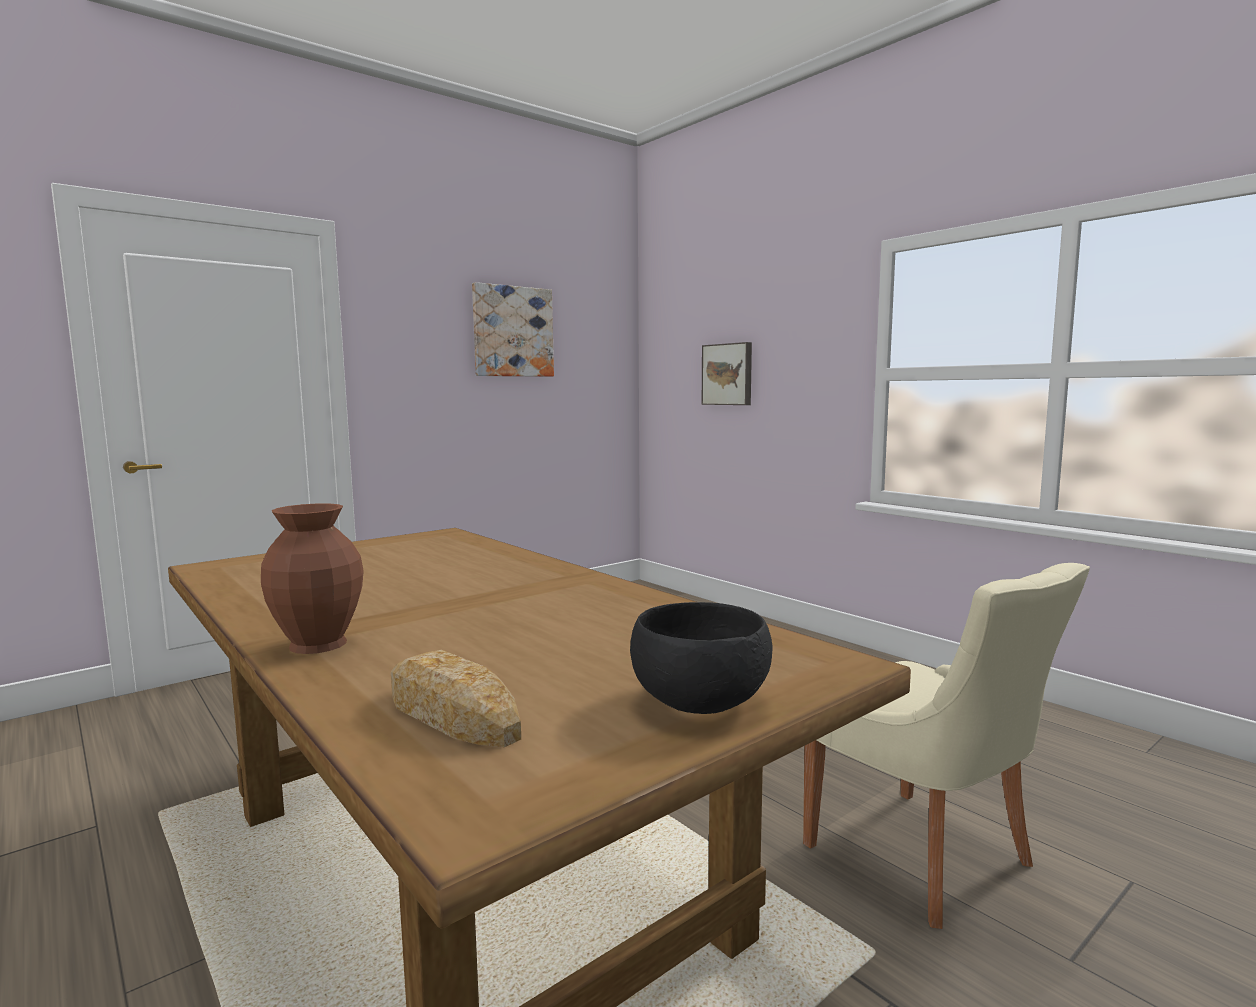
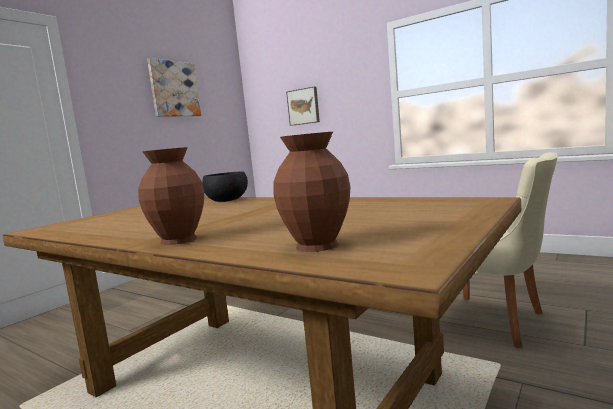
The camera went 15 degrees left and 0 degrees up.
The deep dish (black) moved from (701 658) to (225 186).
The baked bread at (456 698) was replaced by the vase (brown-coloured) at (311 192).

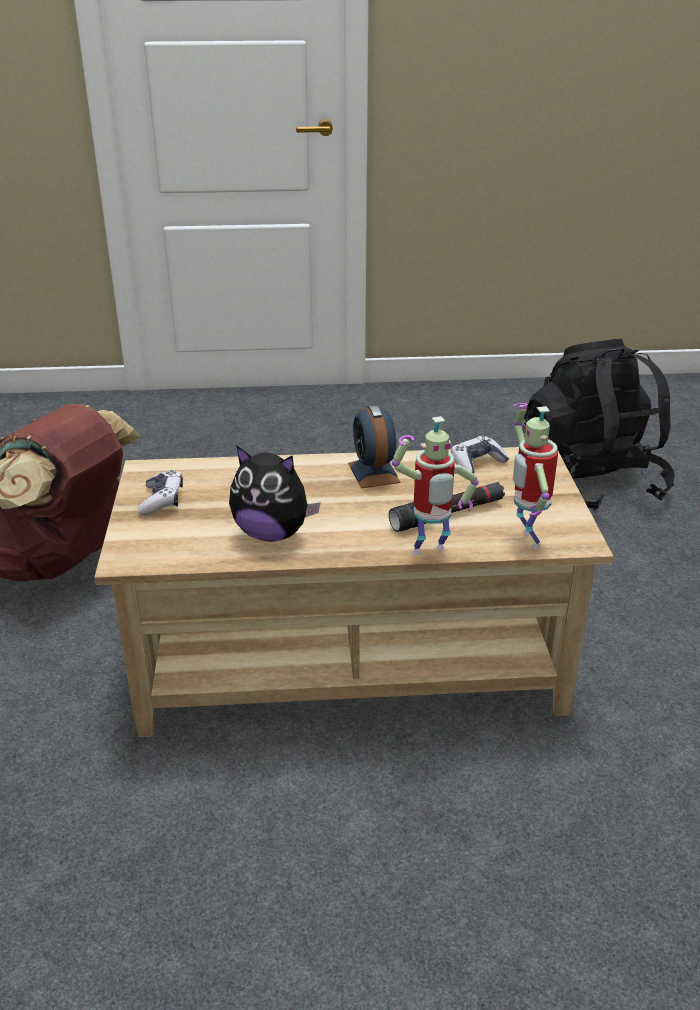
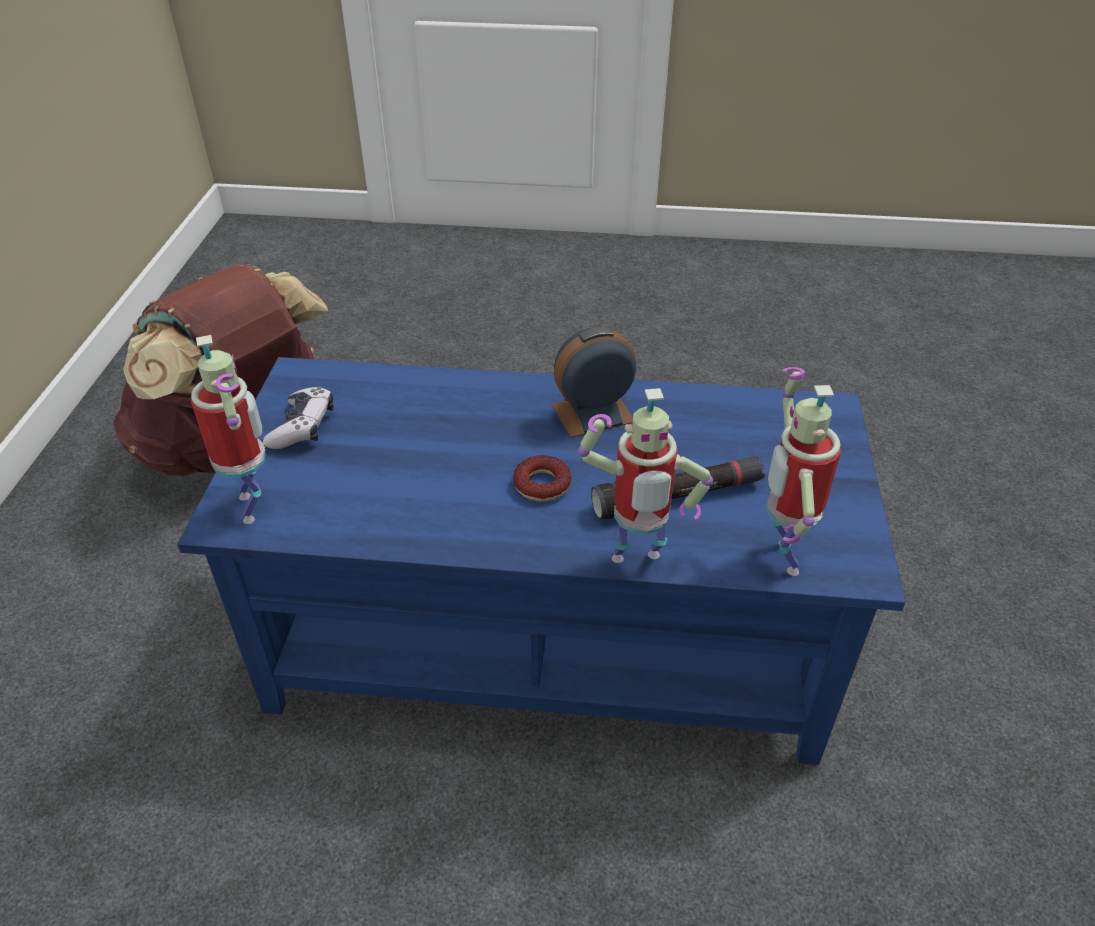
The camera went 10 degrees right and 10 degrees up.
The coffee table (beige) at (353 592) became the coffee table (bluish) at (541 561).
The model robot at (228 429) appeared.
The doughnut at (542 478) appeared.
The bedside clock at (374 446) turned 75 degrees clockwise.
The soft toy at (275 493) disappeared.
The game controller at (480 454) disappeared.
The knapsack (black) at (599 425) disappeared.

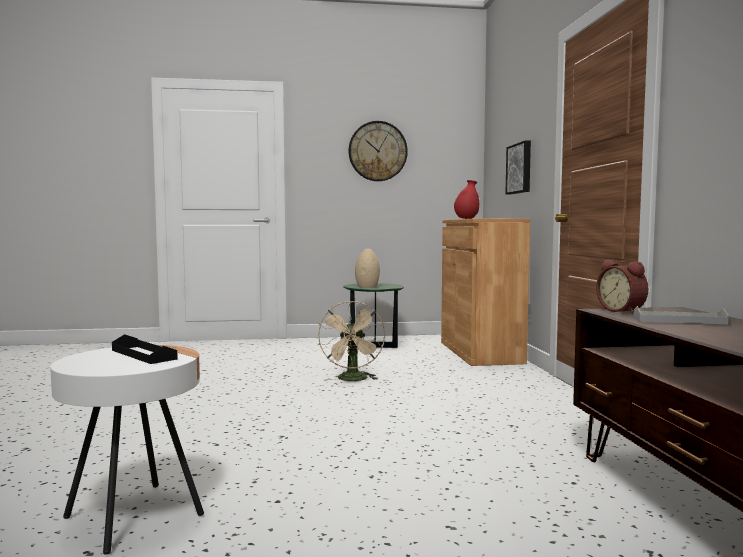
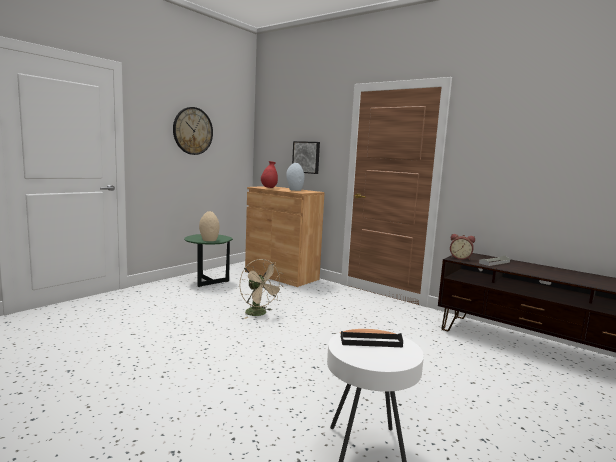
The camera went 45 degrees left and 5 degrees up.
The vase (greyish) at (295 177) appeared.

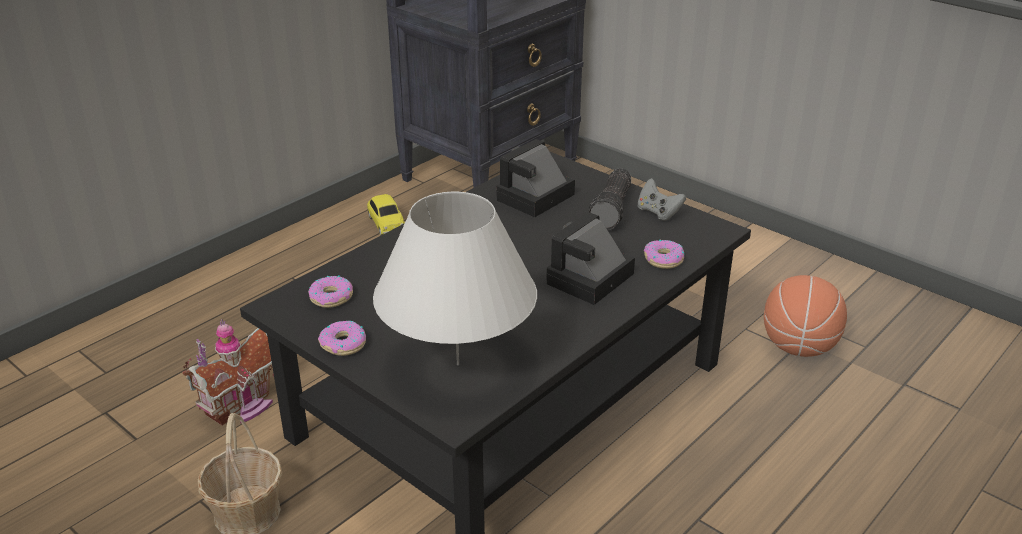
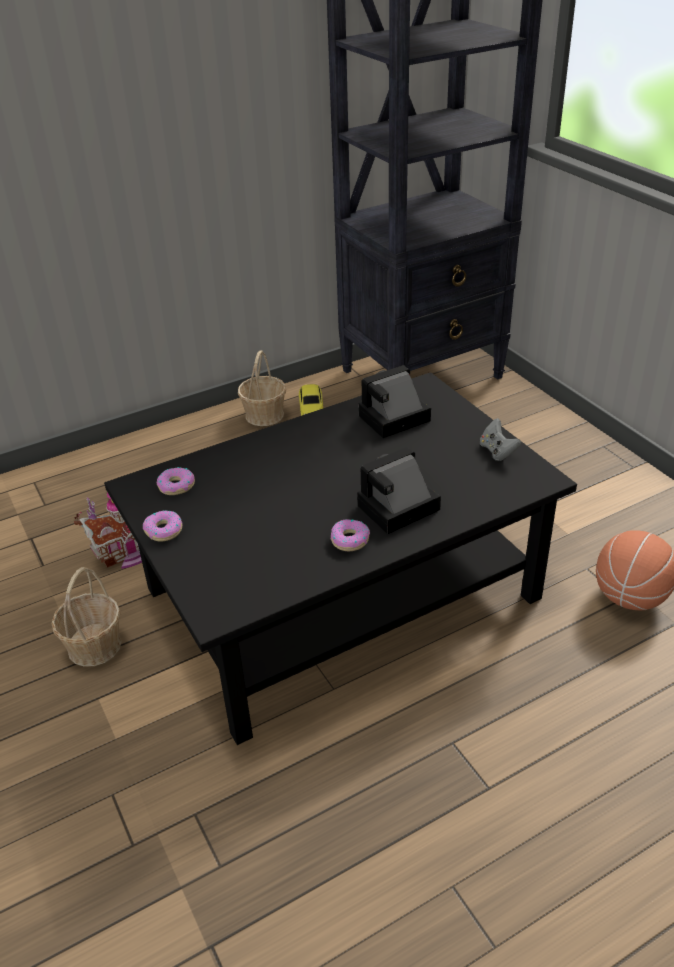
The camera went 20 degrees right and 5 degrees up.
The household basket at (262 388) appeared.
The doughnut moved from (664 254) to (350 535).
The lamp for a table (white-coloured) at (455 278) disappeared.
The torch at (610 199) disappeared.

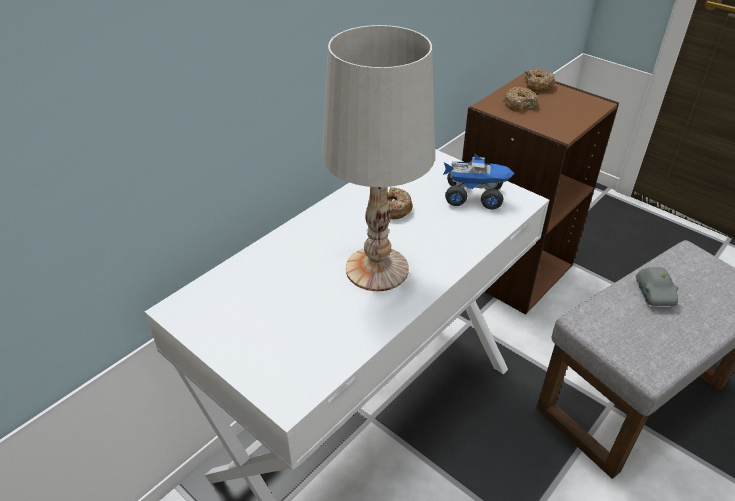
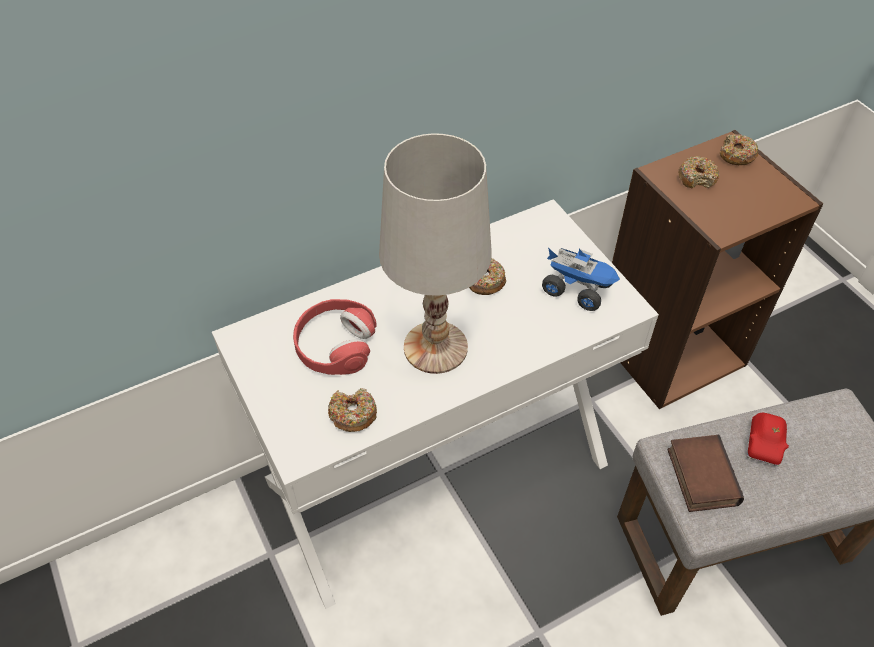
The camera went 20 degrees right and 10 degrees up.
The headset (reddish) at (335 337) appeared.
The doughnut at (352 410) appeared.
The volume at (705 473) appeared.
The model car (greyish) at (657 287) became the model car (reddish) at (768 439).

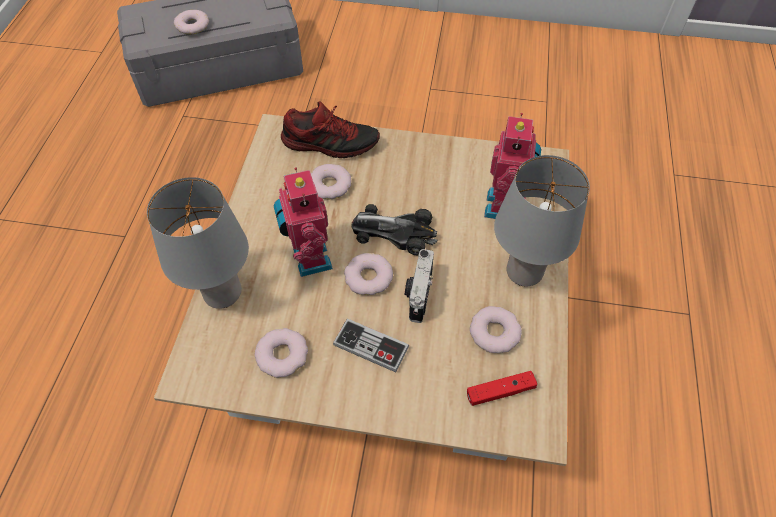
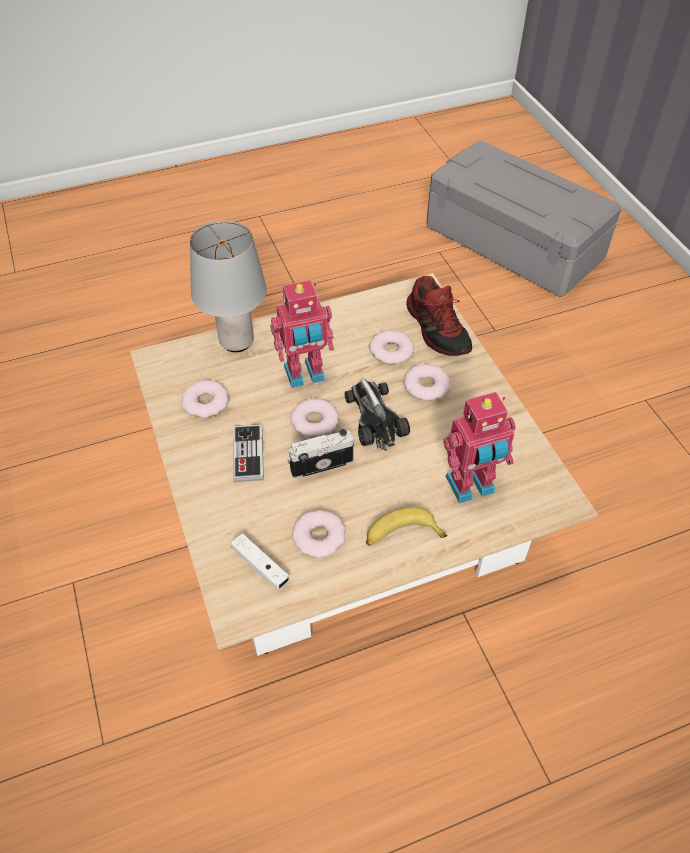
The camera went 60 degrees right and 5 degrees down.
The game controller (reddish) at (502 388) became the game controller (white-coloured) at (260 561).
The model robot at (303 222) turned 150 degrees counterclockwise.
The lamp for a table (greyish) at (542 220) was replaced by the whole banana at (406 526).
The doughnut moved from (191 22) to (427 382).

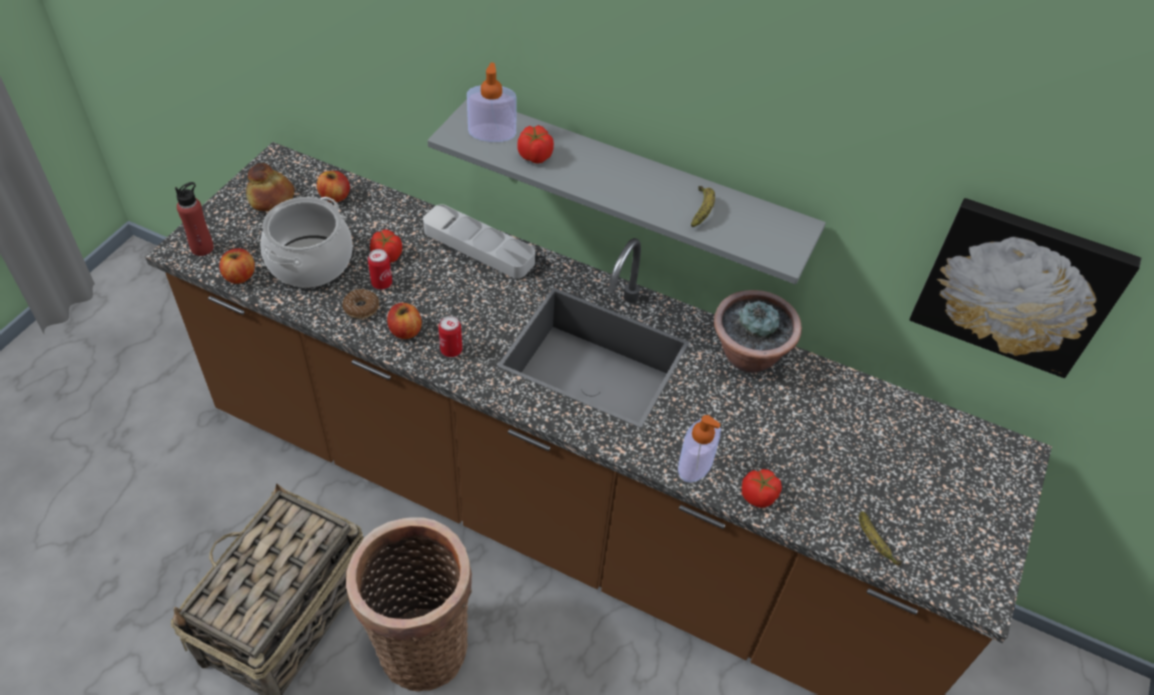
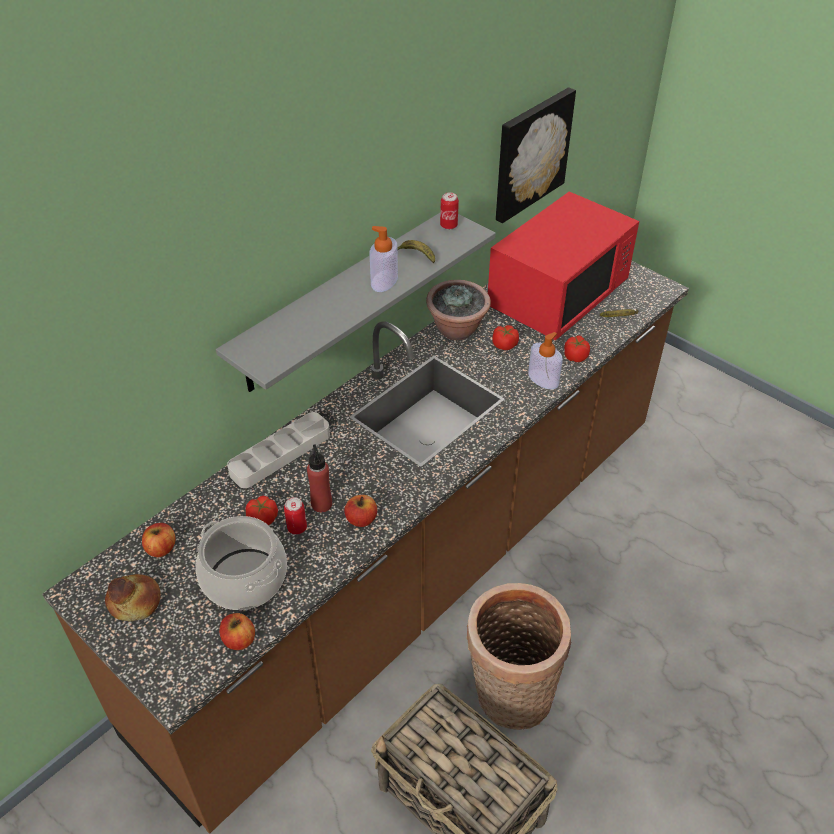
The camera went 70 degrees left and 5 degrees down.
The drink bottle (reddish) moved from (194 219) to (319 478).
The soap bottle moved from (492 102) to (384 259).
The can moved from (450 336) to (449 211).
The microwave oven (reddish) at (563 266) appeared.
The fresh tomato moved from (536 144) to (506 337).
The doughnut at (361 304) disappeared.

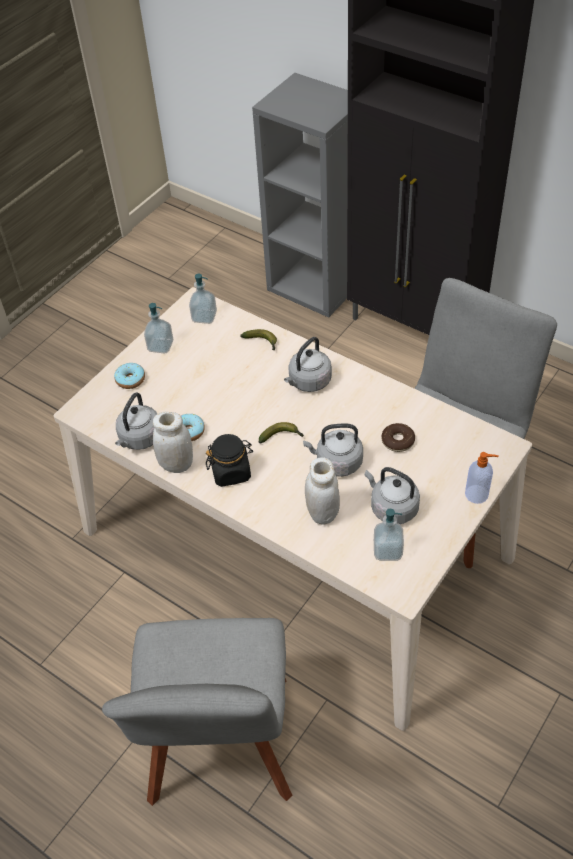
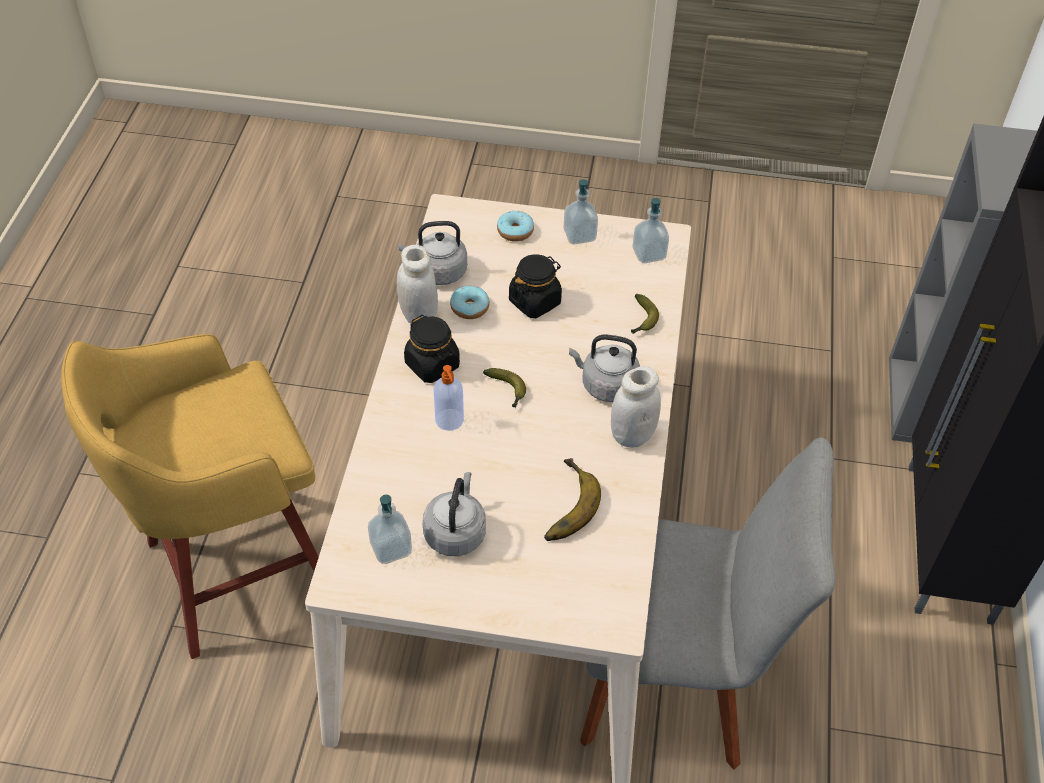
The camera went 60 degrees right and 0 degrees up.
The chair (greyish) at (197 712) was replaced by the stool (yellow-coloured) at (190 496).
The soap bottle moved from (482 478) to (449 398).
The storage jar (black) at (535 286) appeared.
The doughnut at (398 437) was replaced by the whole banana at (572 499).
The storage jar (white-coloured) moved from (322 491) to (636 406).
The water kettle (greyish) at (333 450) disappeared.

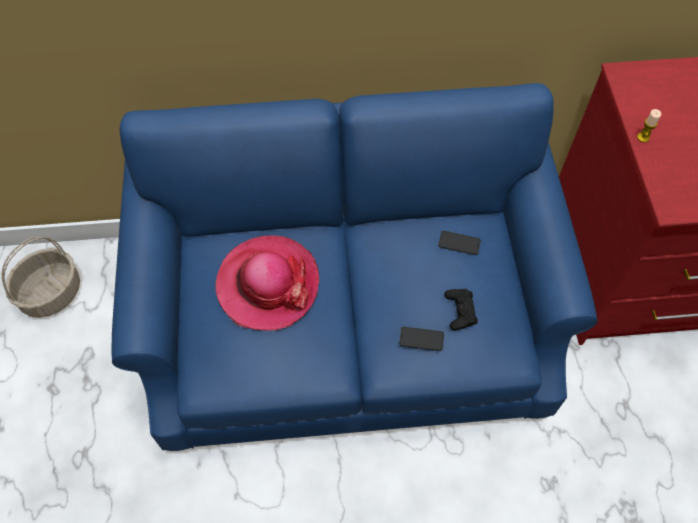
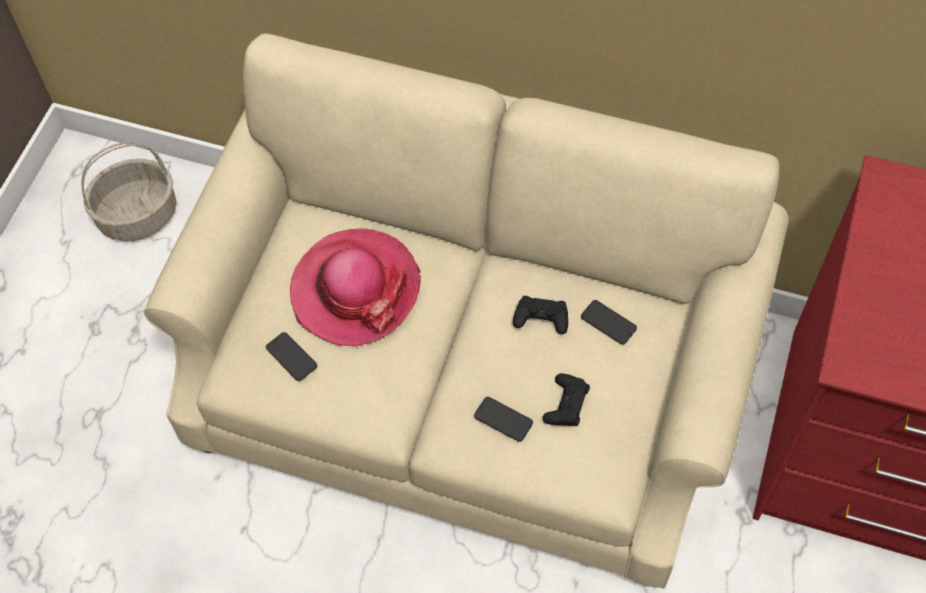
The camera went 25 degrees right and 0 degrees up.
The couch (bluish) at (355 267) became the couch (beige) at (466 311).
The telephone at (291 356) appeared.
The game controller (black) at (540 315) appeared.
The candle at (649 125) disappeared.

